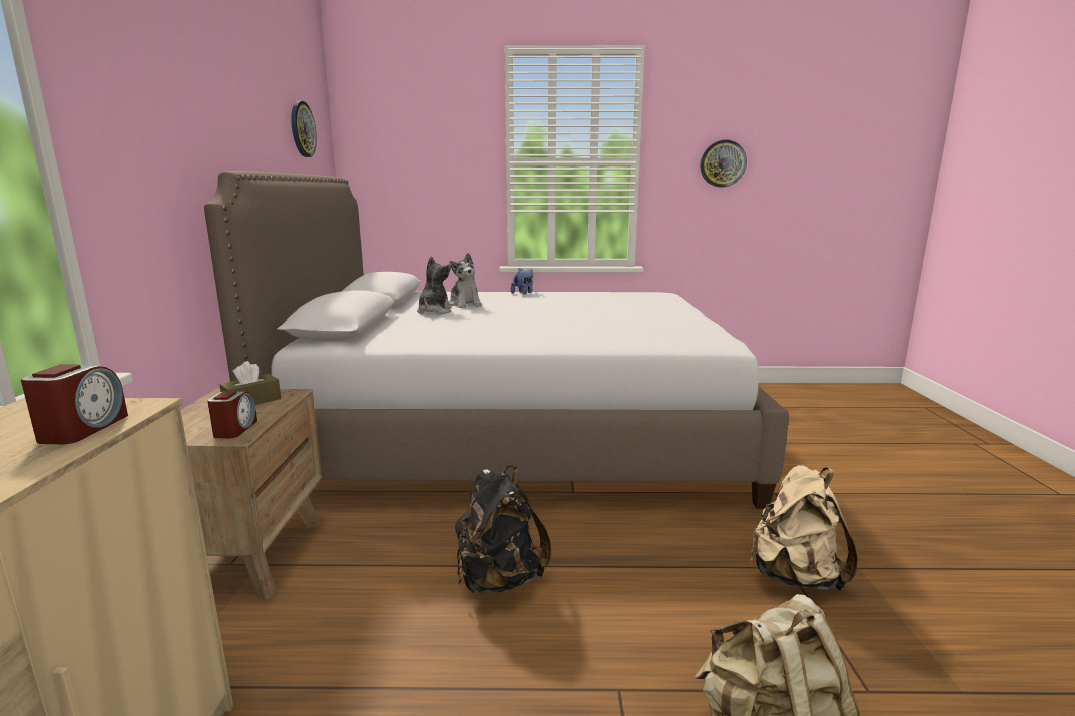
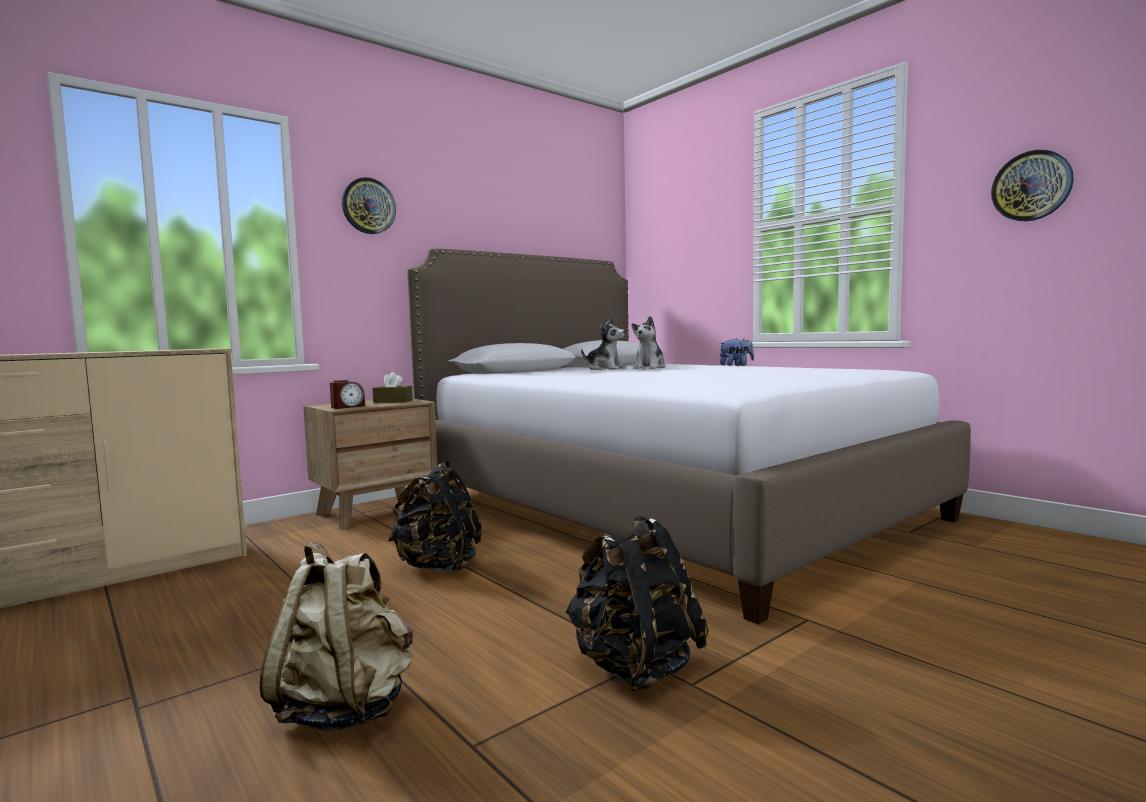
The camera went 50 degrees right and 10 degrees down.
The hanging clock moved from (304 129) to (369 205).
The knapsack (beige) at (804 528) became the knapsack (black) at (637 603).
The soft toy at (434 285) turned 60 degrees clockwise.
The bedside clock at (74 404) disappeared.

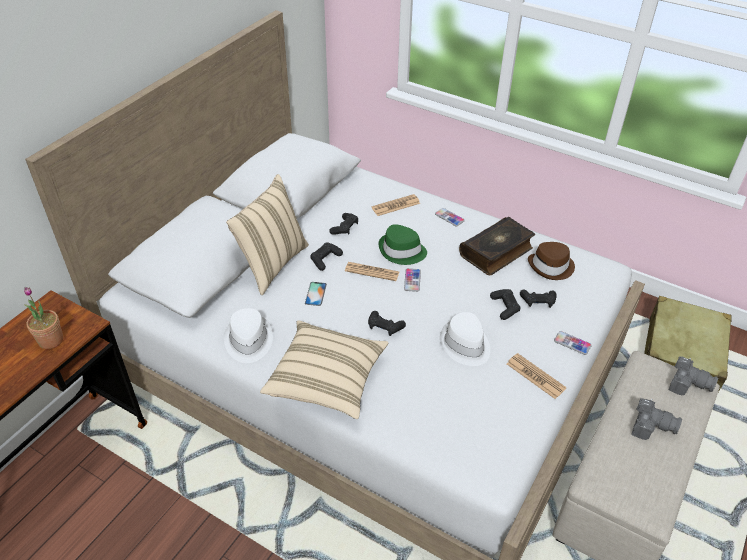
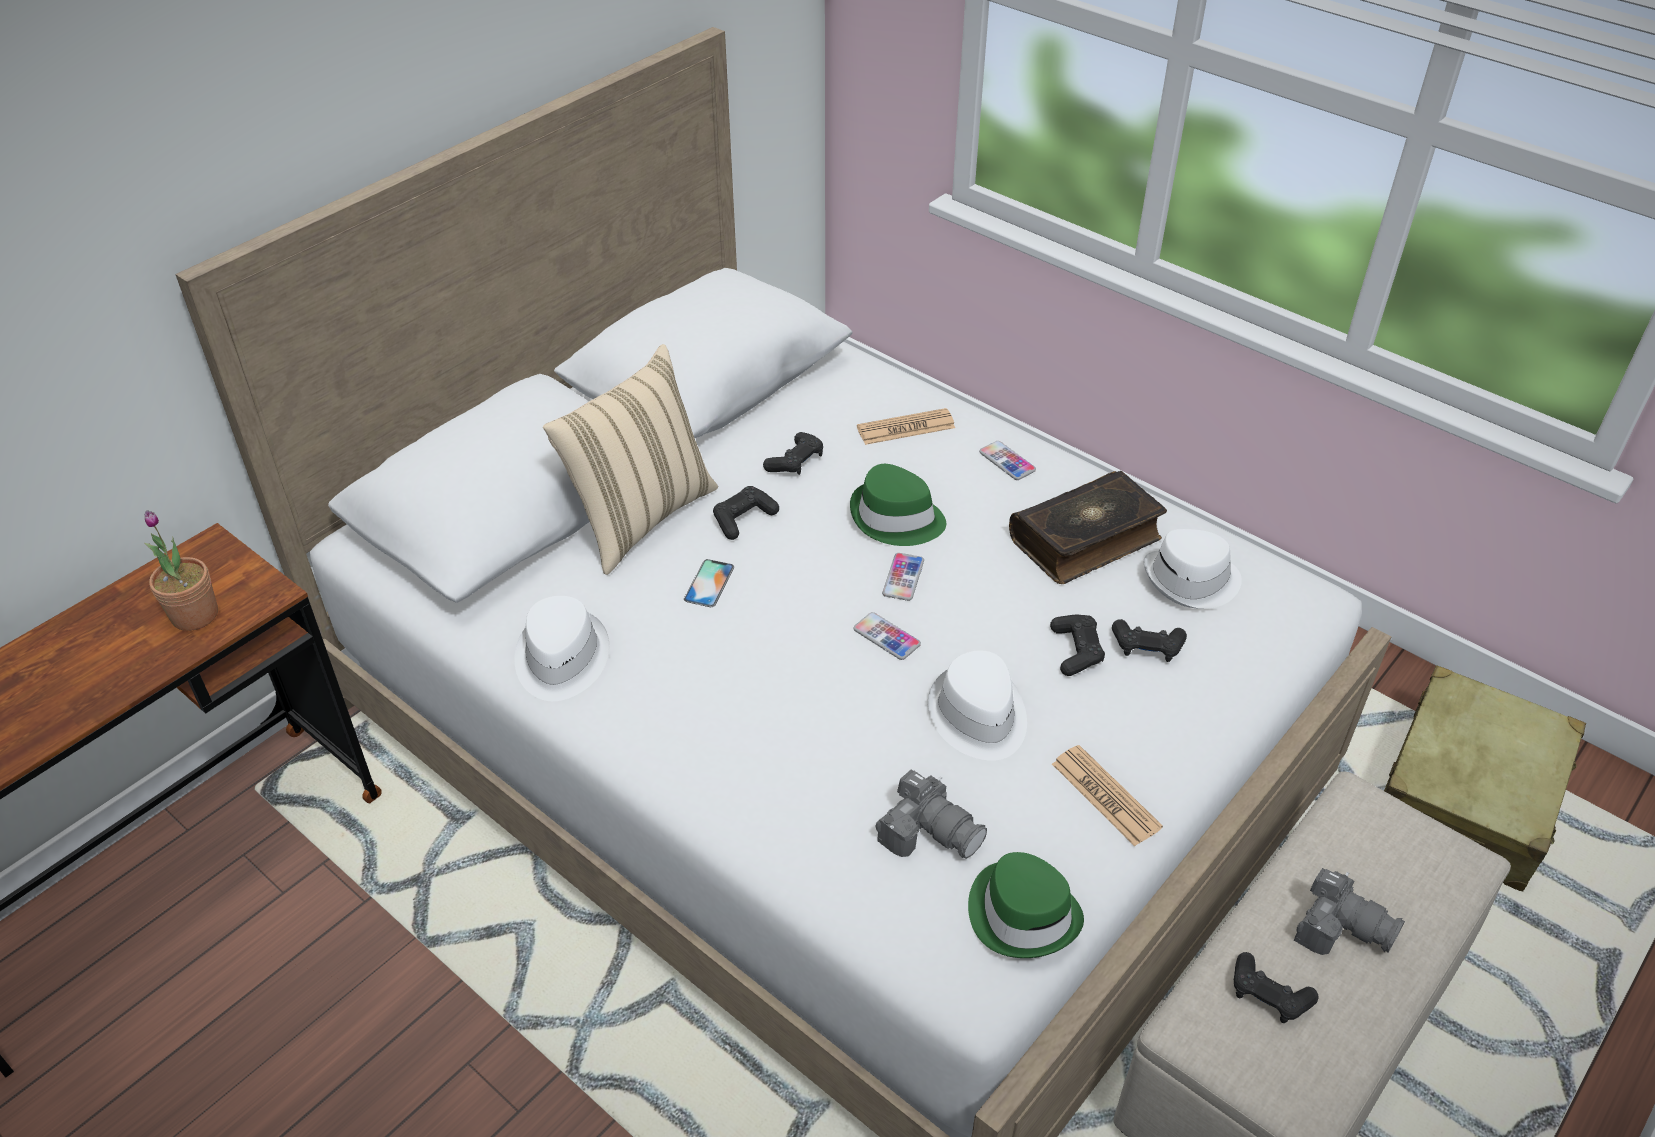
The camera went 10 degrees right and 0 degrees up.
The telephone moved from (573 343) to (887 636).
The still camera moved from (693 375) to (931 814).
The hat (green) at (1026 905) appeared.
The hat (brown-coloured) at (551 261) became the hat (white-coloured) at (1193 569).
The game controller (black) moved from (387 323) to (1276 987).
The pillow (beige) at (324 369) disappeared.
The newspaper at (372 271) disappeared.

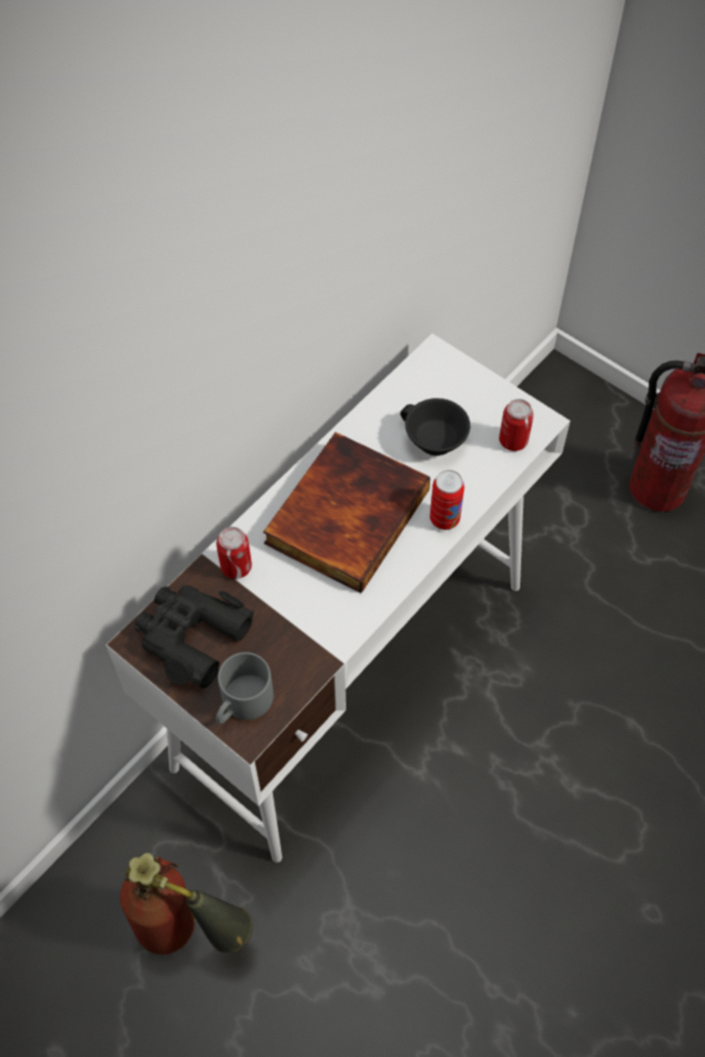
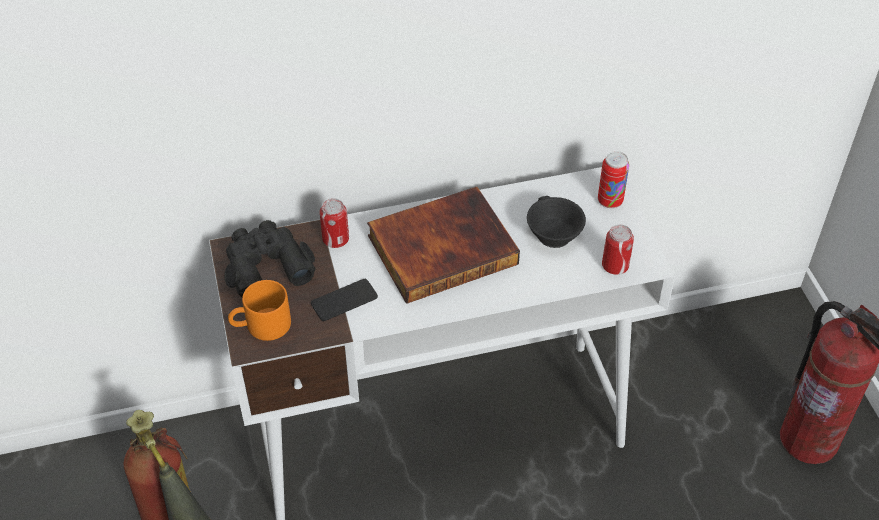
The camera went 35 degrees right and 10 degrees down.
The coffee mug (greyish) at (245 688) became the coffee mug (orangey) at (259 310).
The telephone at (344 300) appeared.
The can moved from (447 500) to (613 179).

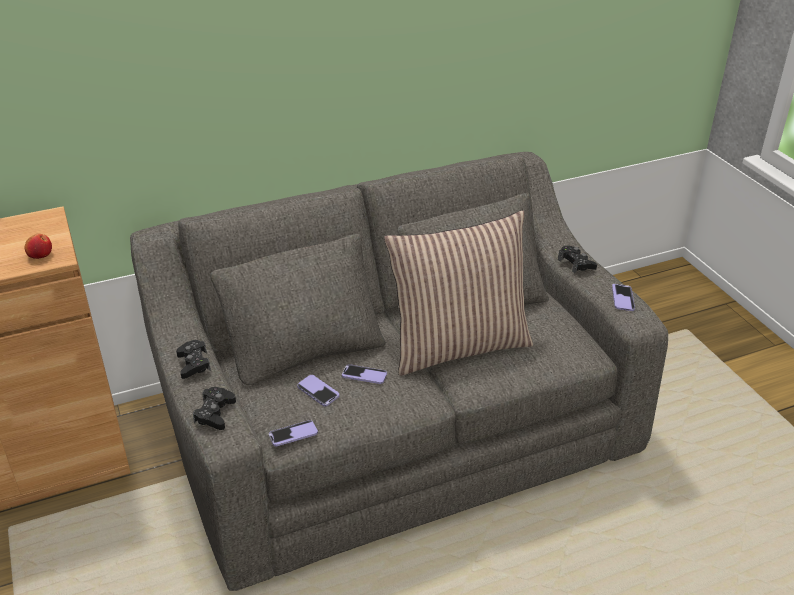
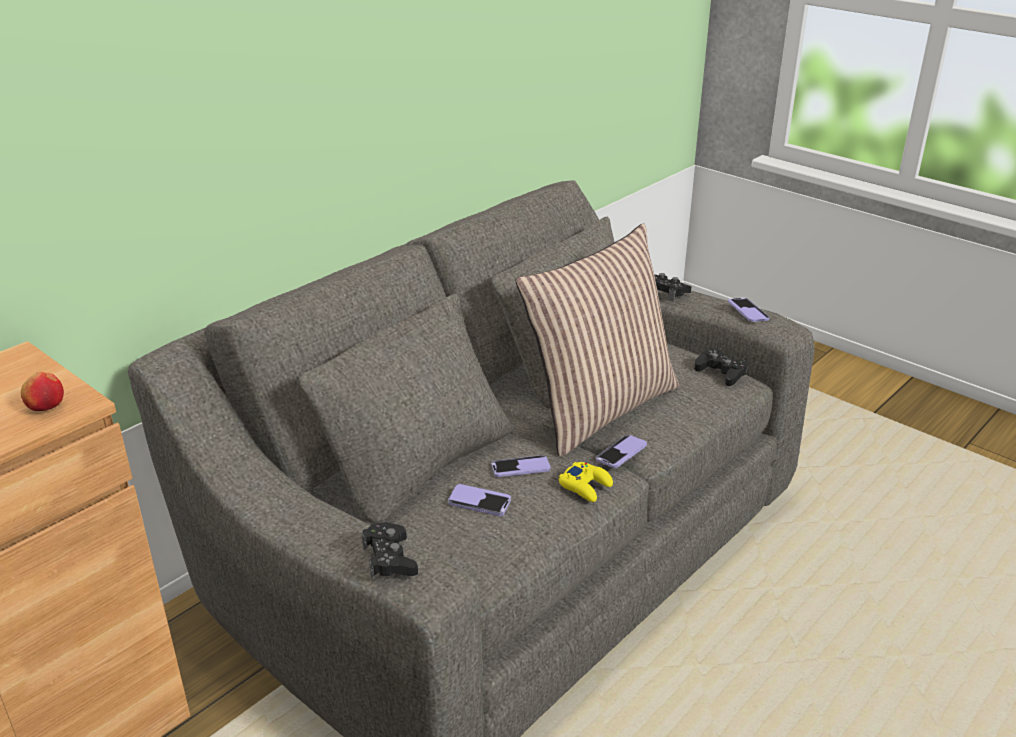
The camera went 25 degrees left and 5 degrees down.
The game controller (yellow-coloured) at (586 482) appeared.
The telephone moved from (293 433) to (621 451).
The game controller (black) moved from (193 359) to (721 367).

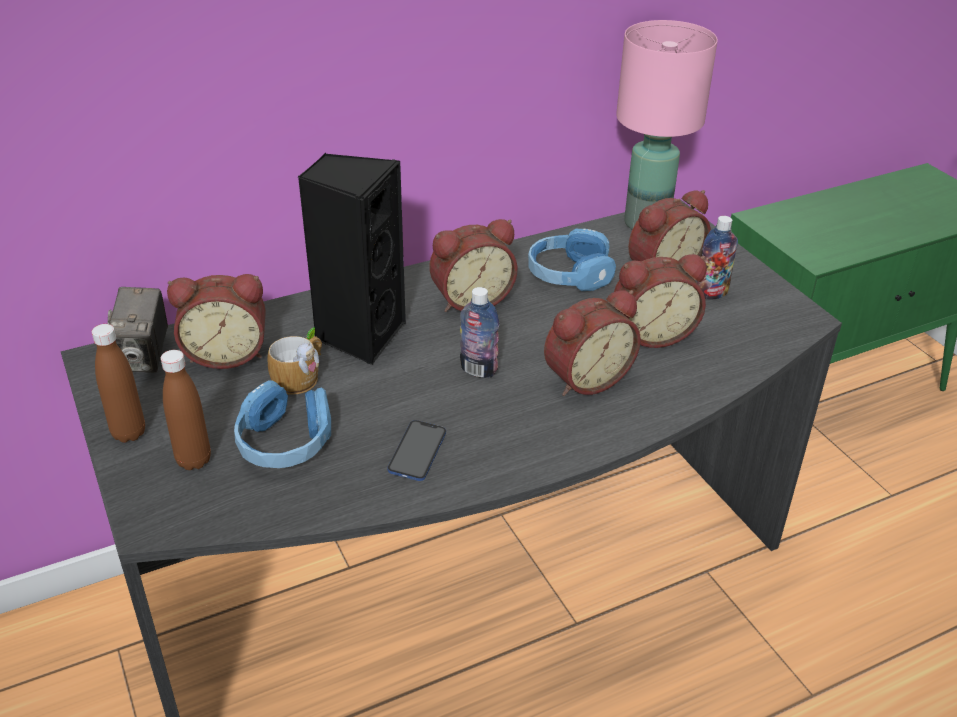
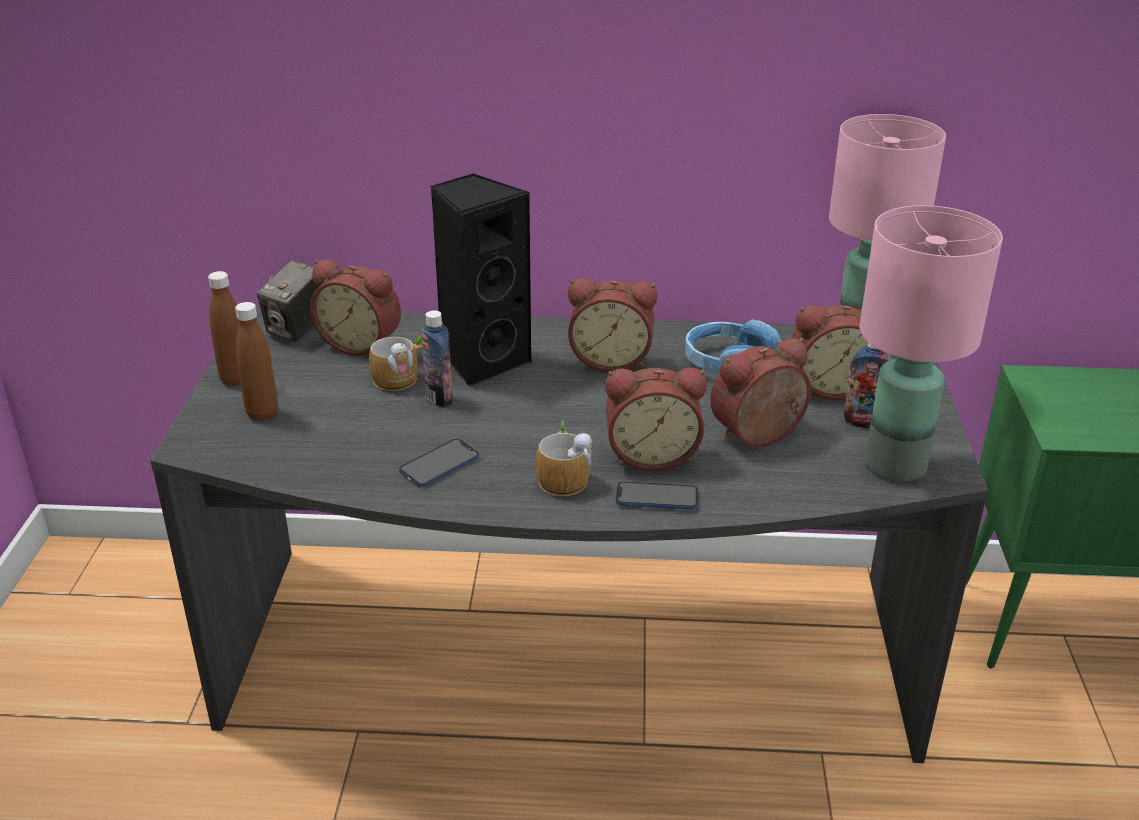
The camera went 30 degrees right and 5 degrees down.
The drink bottle moved from (479 332) to (437 358).
The coffee mug at (564 458) appeared.
The telephone at (657 495) appeared.
The bedside clock at (660 301) turned 135 degrees clockwise.
The lamp for a table (pink-coloured) at (931 343) appeared.
The headset (bluish) at (282 424) disappeared.

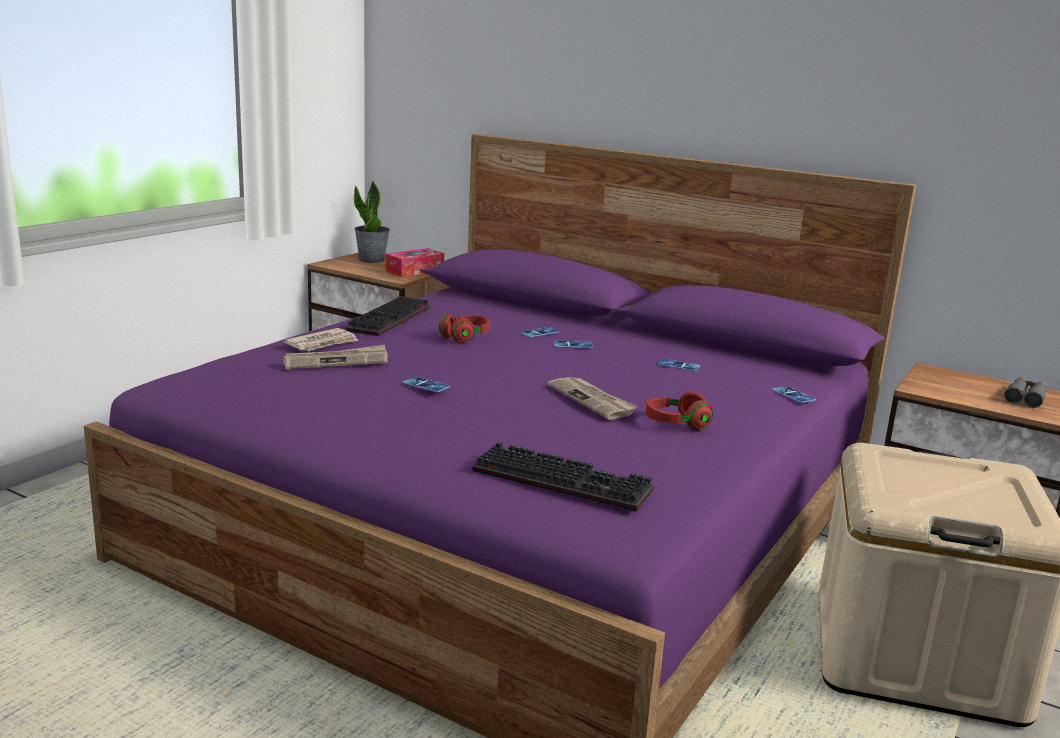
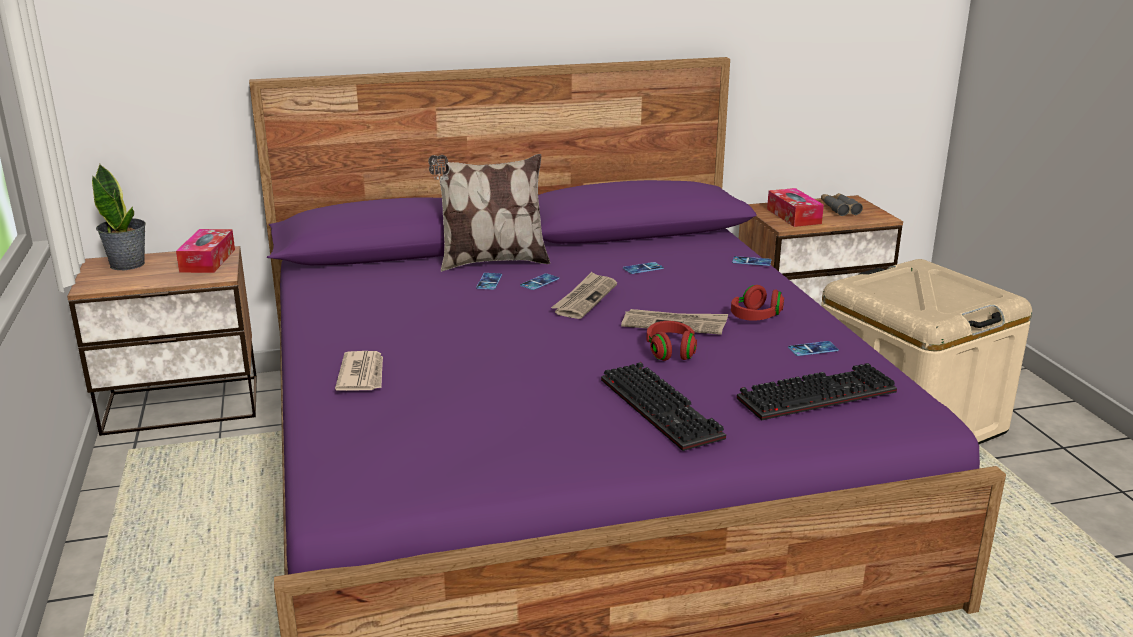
The camera went 45 degrees left and 5 degrees up.
The pillow at (489 213) appeared.
The newspaper moved from (335 357) to (584 295).
The keyboard moved from (388 316) to (663 406).
The headset (reddish) moved from (464 328) to (671 341).
The box of tissues at (795 207) appeared.
The telephone moved from (426 384) to (813 348).

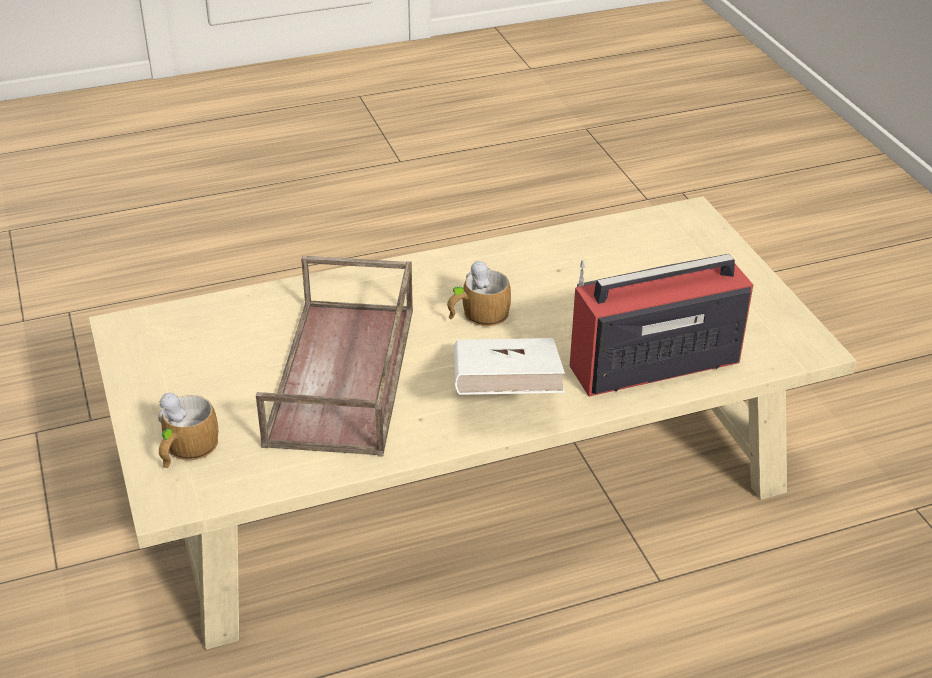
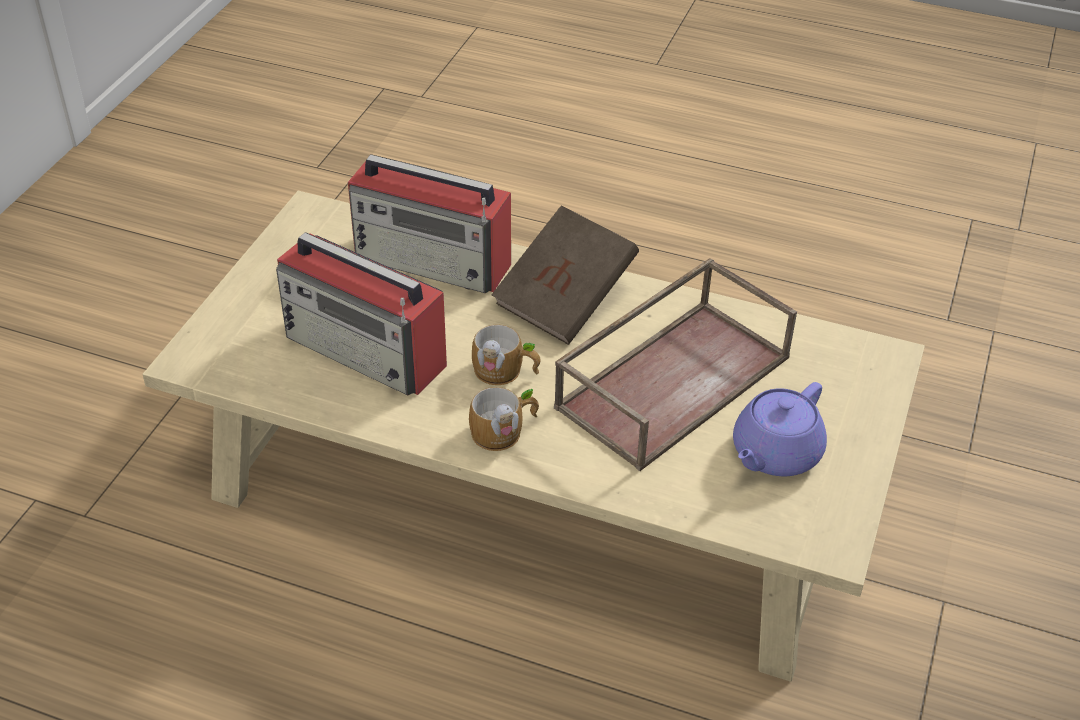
The camera went 140 degrees left and 5 degrees up.
The radio receiver at (361 313) appeared.
The coffee mug moved from (188 430) to (504 419).
The volume (white-coloured) at (509 366) became the volume (brown-coloured) at (565 275).
The tea pot (purplish) at (780 429) appeared.

